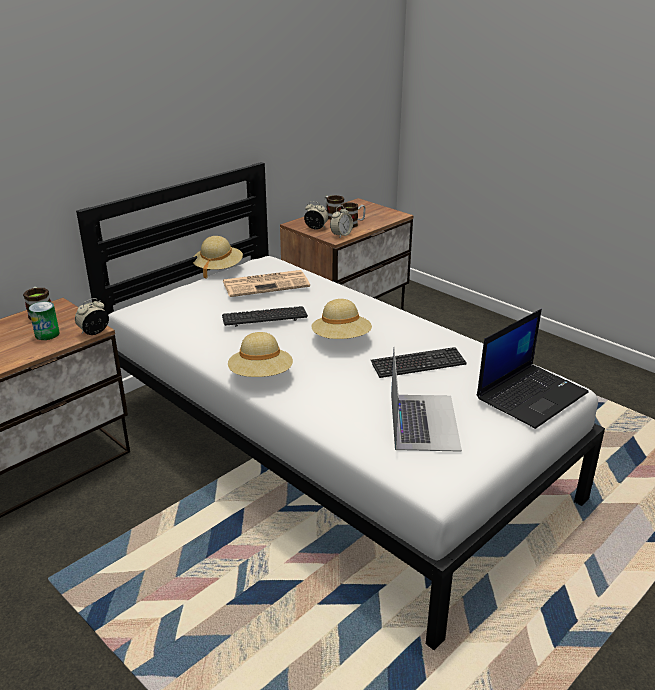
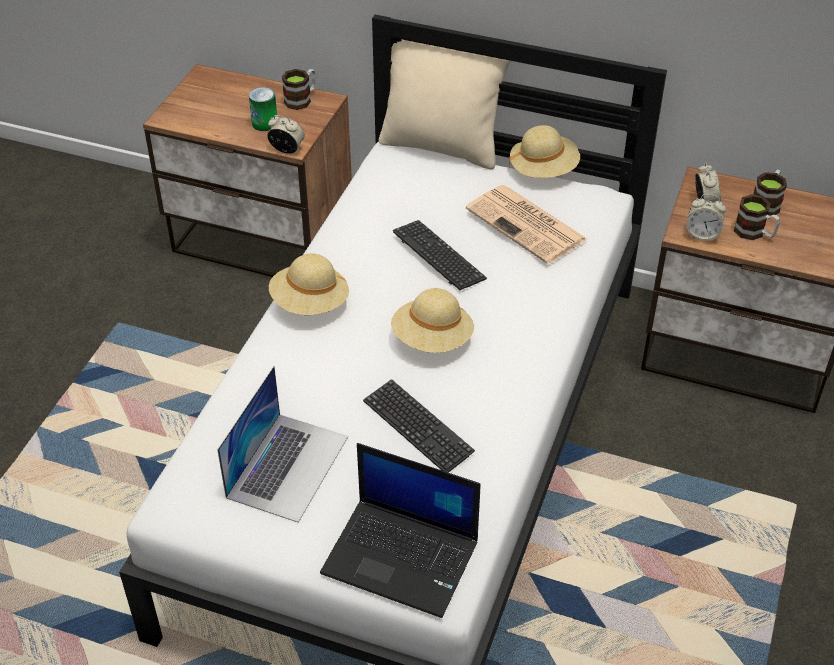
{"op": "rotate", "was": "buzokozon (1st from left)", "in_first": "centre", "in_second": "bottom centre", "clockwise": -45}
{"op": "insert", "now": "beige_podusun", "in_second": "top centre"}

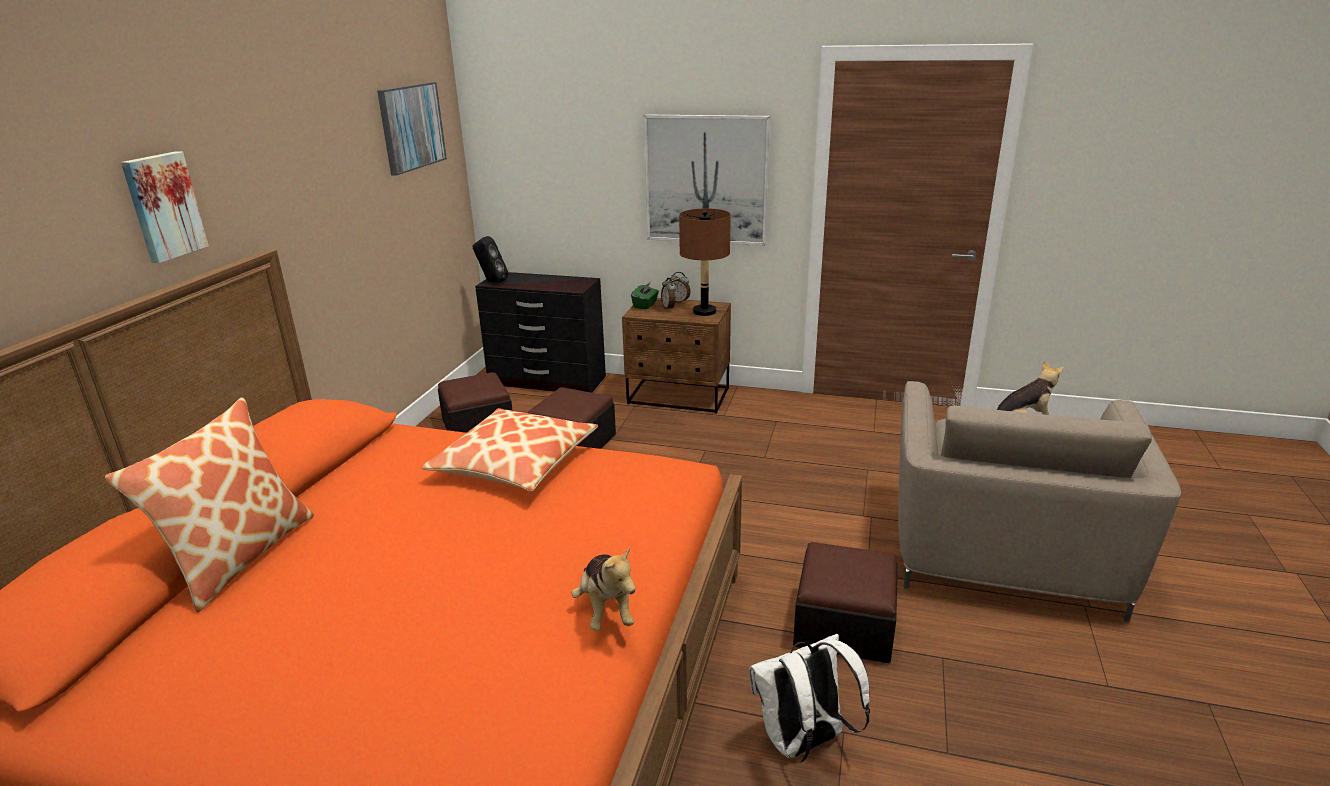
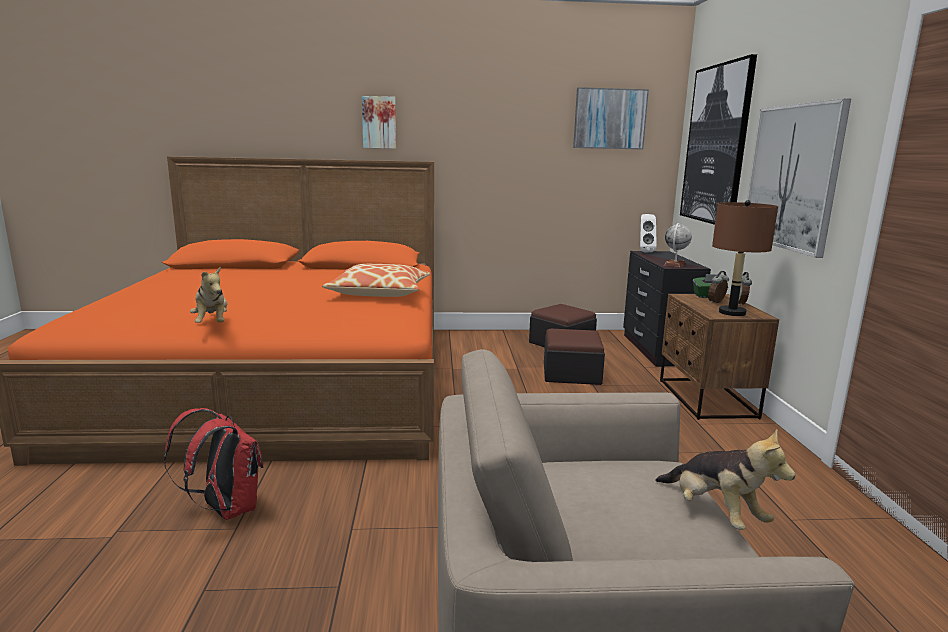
{"op": "recolor", "was": "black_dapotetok", "now": "white_dapotetok", "in_first": "top centre", "in_second": "middle right"}
{"op": "delete", "was": "podusun (1st from left)", "in_first": "middle left"}
{"op": "delete", "was": "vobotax (3rd from left)", "in_first": "bottom centre"}
{"op": "rotate", "was": "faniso (1st from left)", "in_first": "bottom centre", "in_second": "middle left", "clockwise": -75}
{"op": "recolor", "was": "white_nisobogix", "now": "red_nisobogix", "in_first": "bottom centre", "in_second": "bottom left"}
{"op": "insert", "now": "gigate (3rd from left)", "in_second": "top right"}
{"op": "insert", "now": "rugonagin", "in_second": "middle right"}

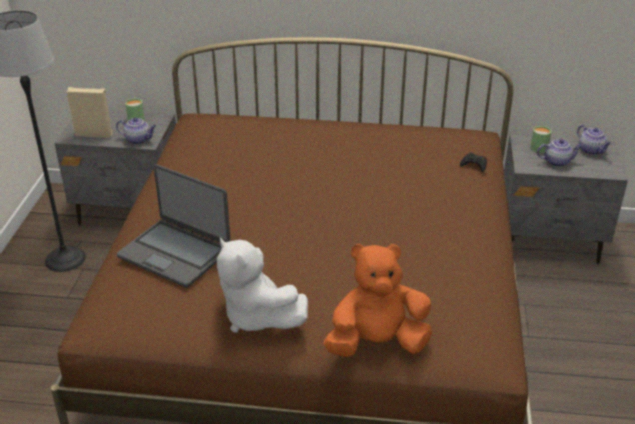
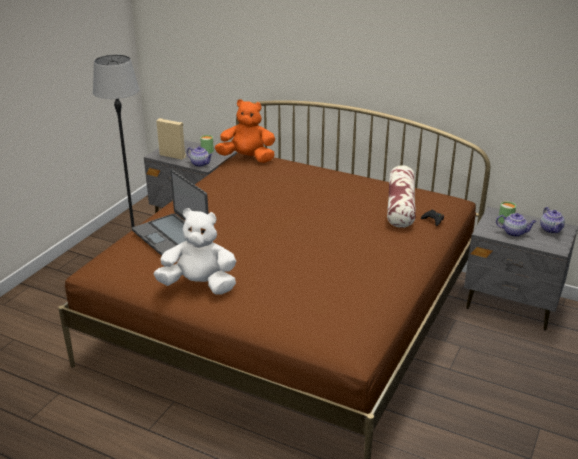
{"op": "rotate", "was": "white_faniso", "in_first": "bottom centre", "in_second": "centre", "clockwise": 120}
{"op": "move", "was": "orange_faniso", "in_first": "bottom centre", "in_second": "top centre"}
{"op": "insert", "now": "podusun", "in_second": "middle right"}

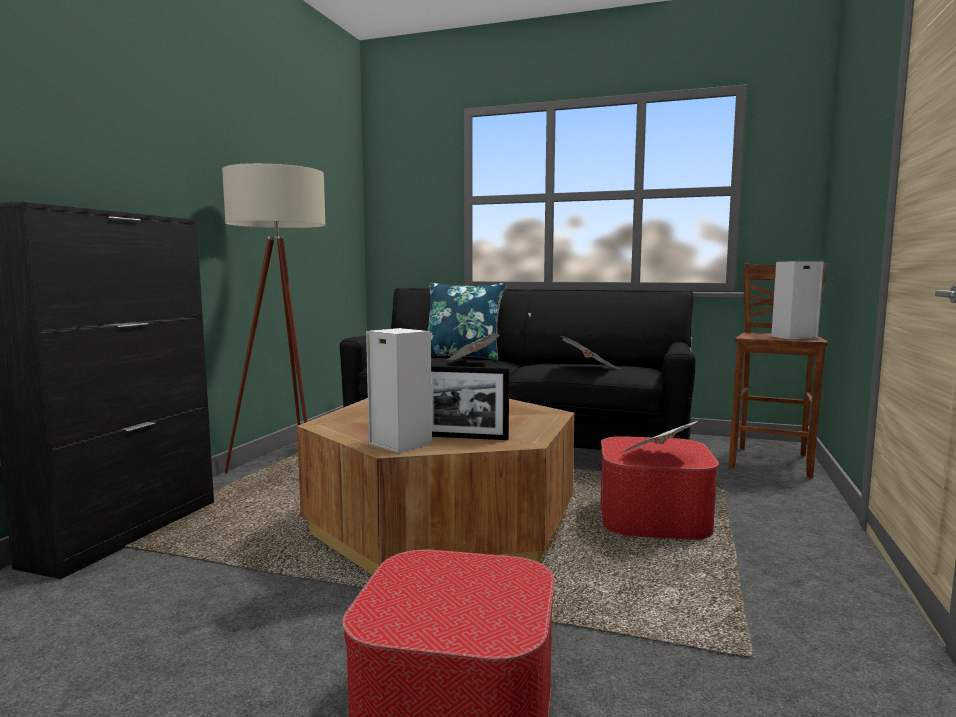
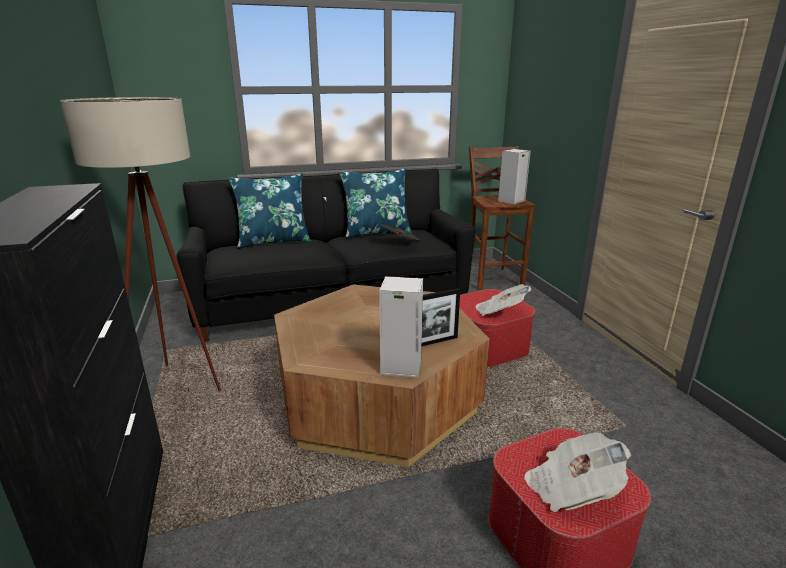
{"op": "move", "was": "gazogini (1st from left in the first image)", "now": "gazogini (3rd from left)", "in_first": "centre", "in_second": "bottom right"}
{"op": "insert", "now": "blue_podusun (2nd from left)", "in_second": "centre"}

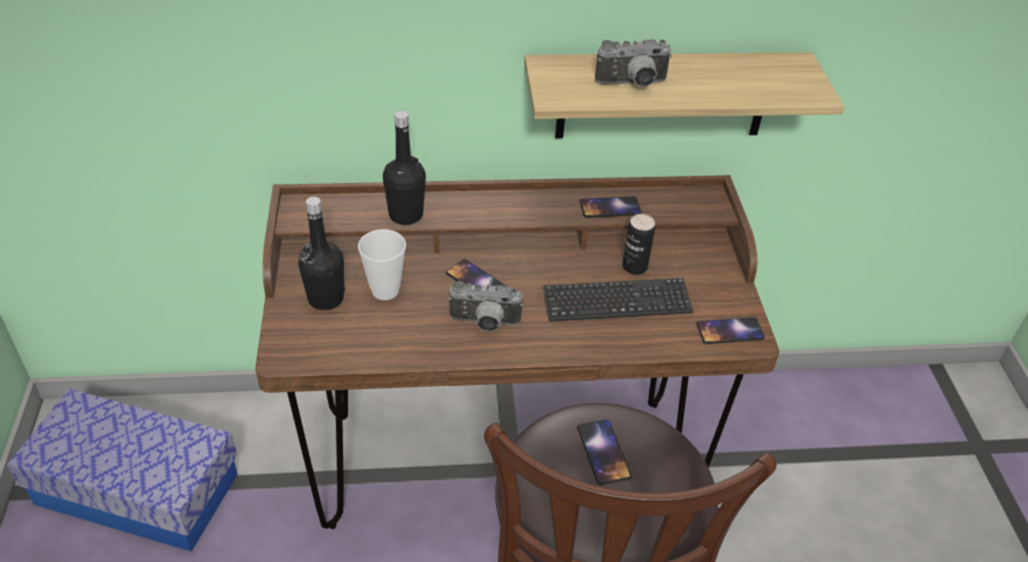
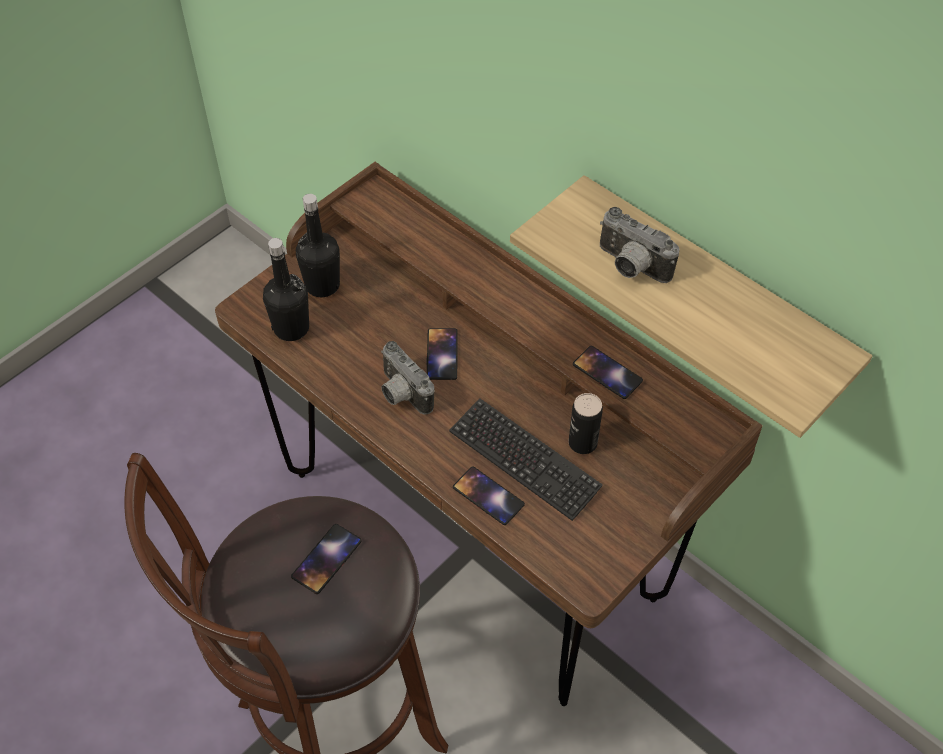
{"op": "move", "was": "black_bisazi (2nd from left in the first image)", "now": "black_bisazi (1st from left)", "in_first": "top centre", "in_second": "middle left"}
{"op": "delete", "was": "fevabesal", "in_first": "centre"}
{"op": "move", "was": "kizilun (4th from left in the first image)", "now": "kizilun (3rd from left)", "in_first": "middle right", "in_second": "centre"}
{"op": "delete", "was": "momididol", "in_first": "bottom left"}

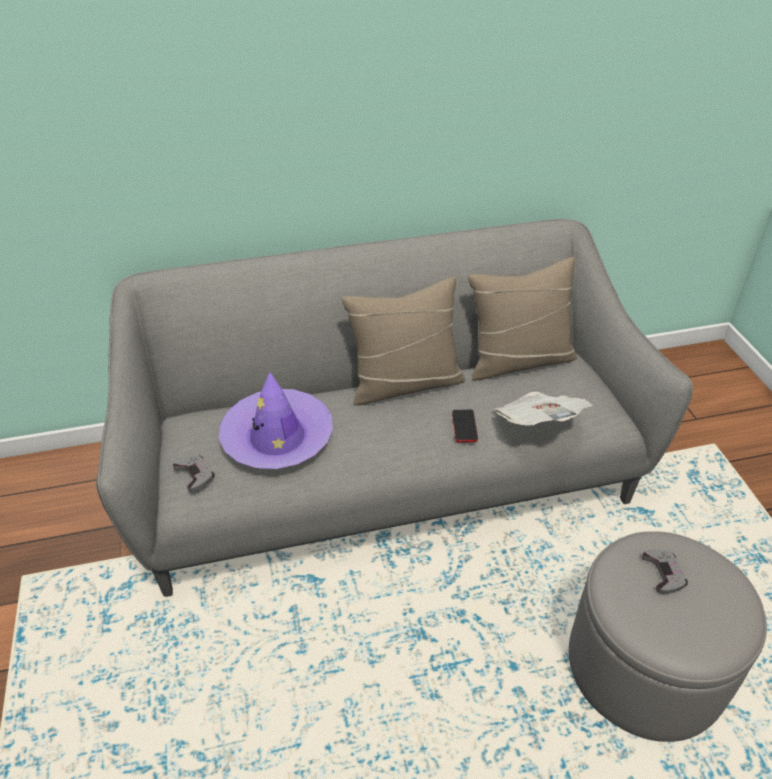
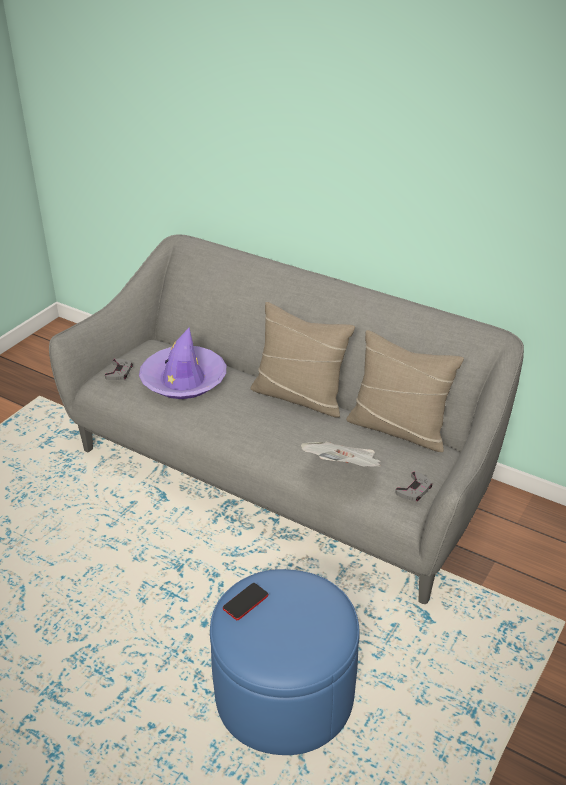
{"op": "move", "was": "kizilun", "in_first": "centre", "in_second": "bottom centre"}
{"op": "recolor", "was": "grey_vobotax", "now": "blue_vobotax", "in_first": "bottom right", "in_second": "bottom centre"}
{"op": "move", "was": "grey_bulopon (2nd from left)", "in_first": "bottom right", "in_second": "middle right"}

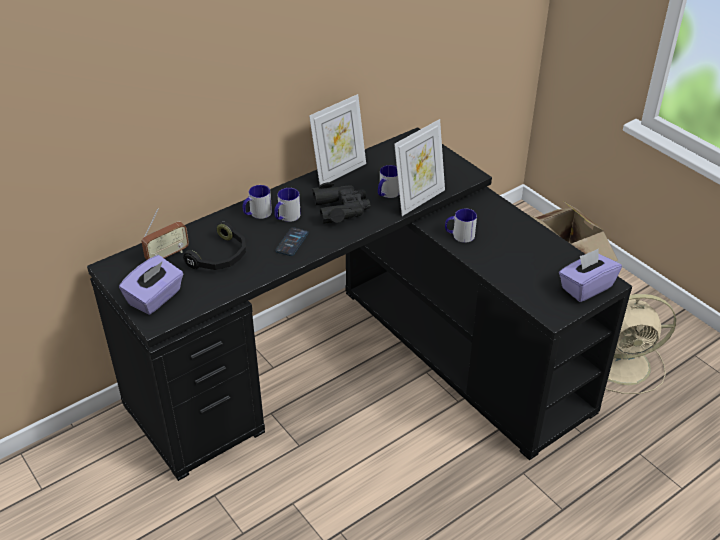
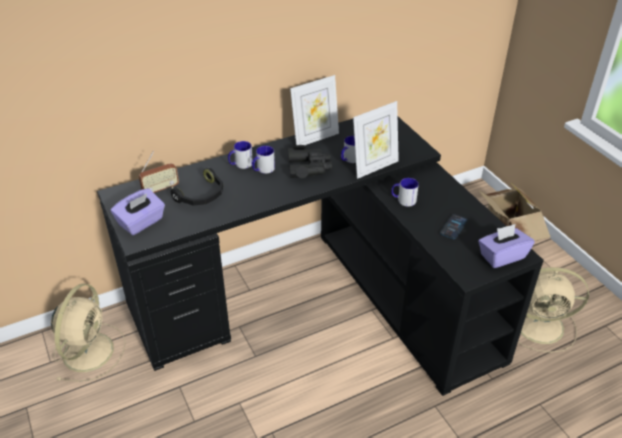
{"op": "move", "was": "kizilun", "in_first": "centre", "in_second": "middle right"}
{"op": "insert", "now": "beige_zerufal (1st from left)", "in_second": "bottom left"}

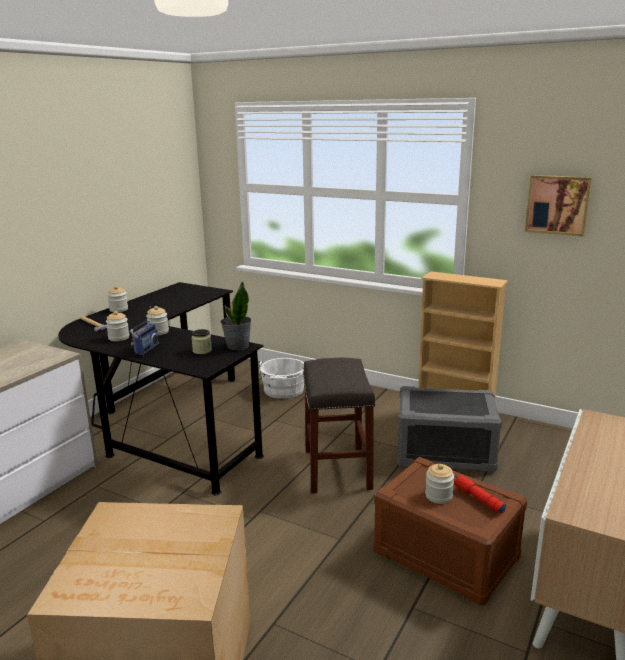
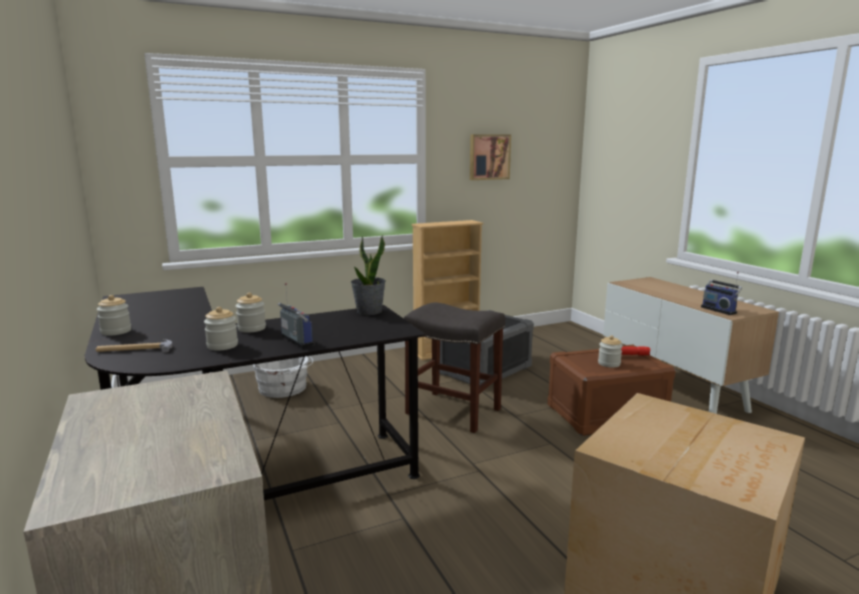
{"op": "delete", "was": "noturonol (4th from left)", "in_first": "middle left"}
{"op": "insert", "now": "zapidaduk (2nd from left)", "in_second": "middle right"}

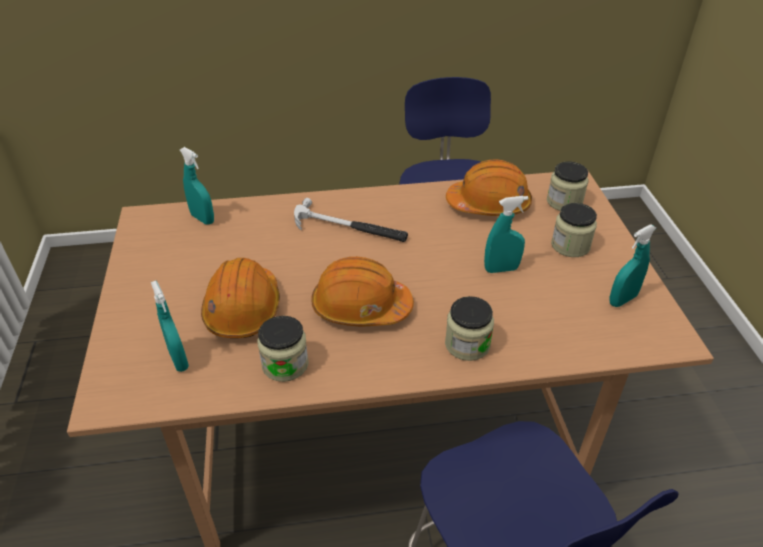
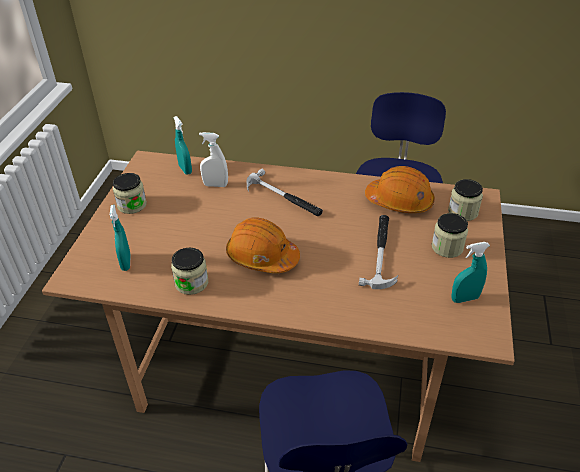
{"op": "replace", "was": "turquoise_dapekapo (3rd from left)", "now": "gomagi (2nd from left)", "in_first": "centre", "in_second": "centre"}
{"op": "delete", "was": "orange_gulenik (1st from left)", "in_first": "middle left"}
{"op": "move", "was": "noturonol (2nd from left in the first image)", "now": "noturonol (1st from left)", "in_first": "centre", "in_second": "middle left"}
{"op": "insert", "now": "white_dapekapo", "in_second": "centre"}

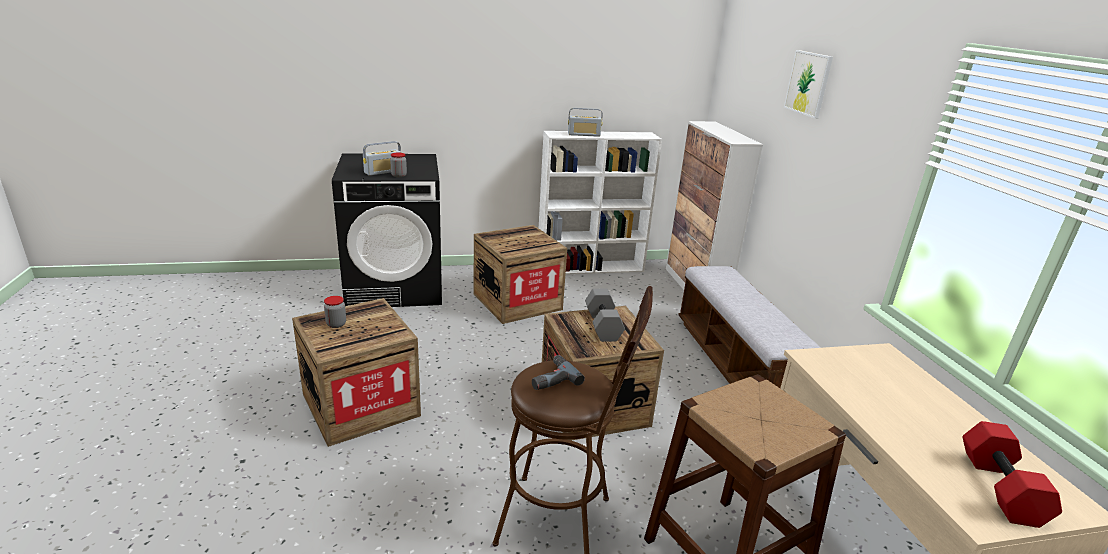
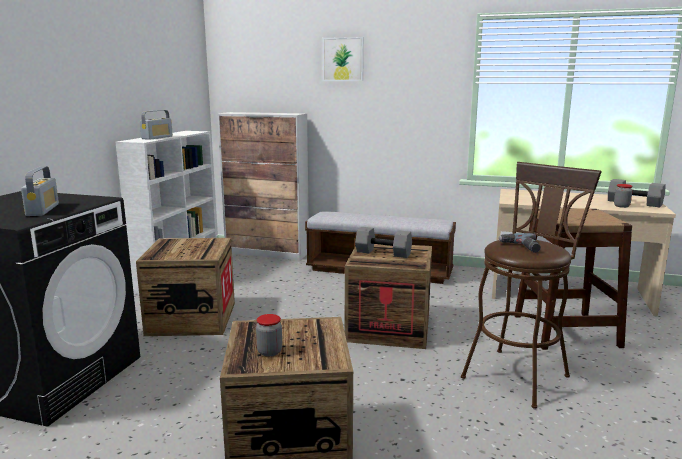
{"op": "move", "was": "noturonol (2nd from left)", "in_first": "top centre", "in_second": "middle right"}
{"op": "recolor", "was": "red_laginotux", "now": "grey_laginotux (2nd from left)", "in_first": "bottom right", "in_second": "middle right"}

